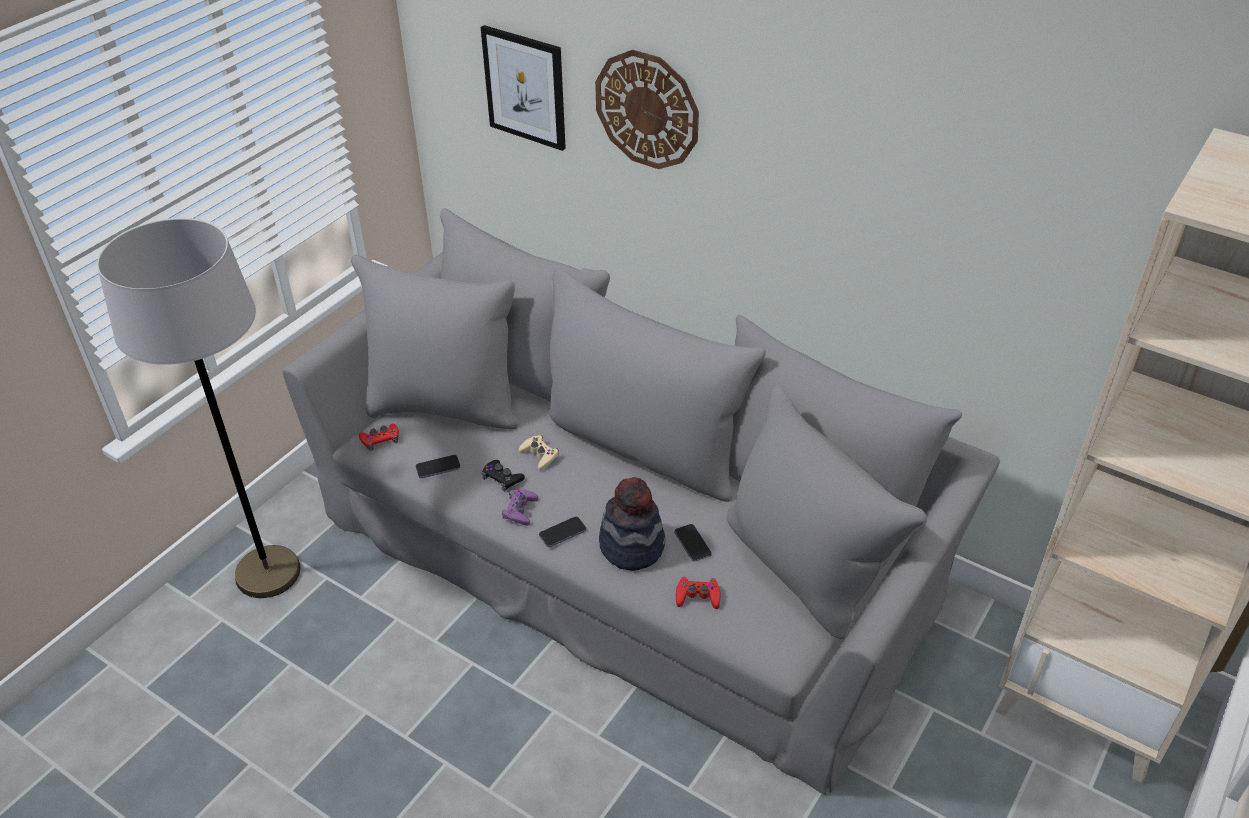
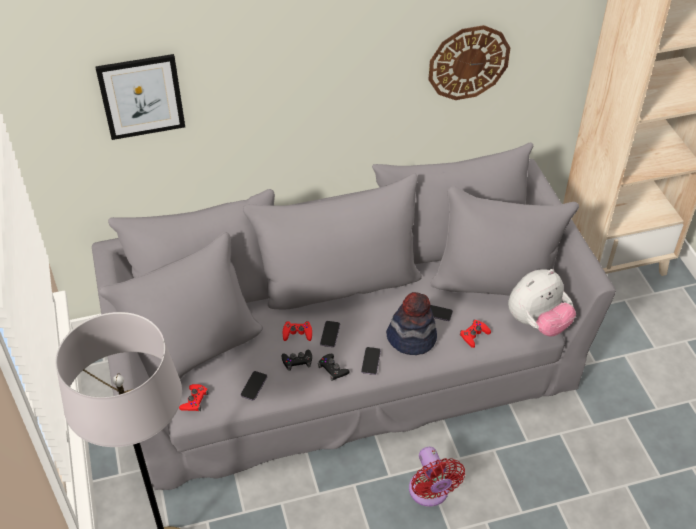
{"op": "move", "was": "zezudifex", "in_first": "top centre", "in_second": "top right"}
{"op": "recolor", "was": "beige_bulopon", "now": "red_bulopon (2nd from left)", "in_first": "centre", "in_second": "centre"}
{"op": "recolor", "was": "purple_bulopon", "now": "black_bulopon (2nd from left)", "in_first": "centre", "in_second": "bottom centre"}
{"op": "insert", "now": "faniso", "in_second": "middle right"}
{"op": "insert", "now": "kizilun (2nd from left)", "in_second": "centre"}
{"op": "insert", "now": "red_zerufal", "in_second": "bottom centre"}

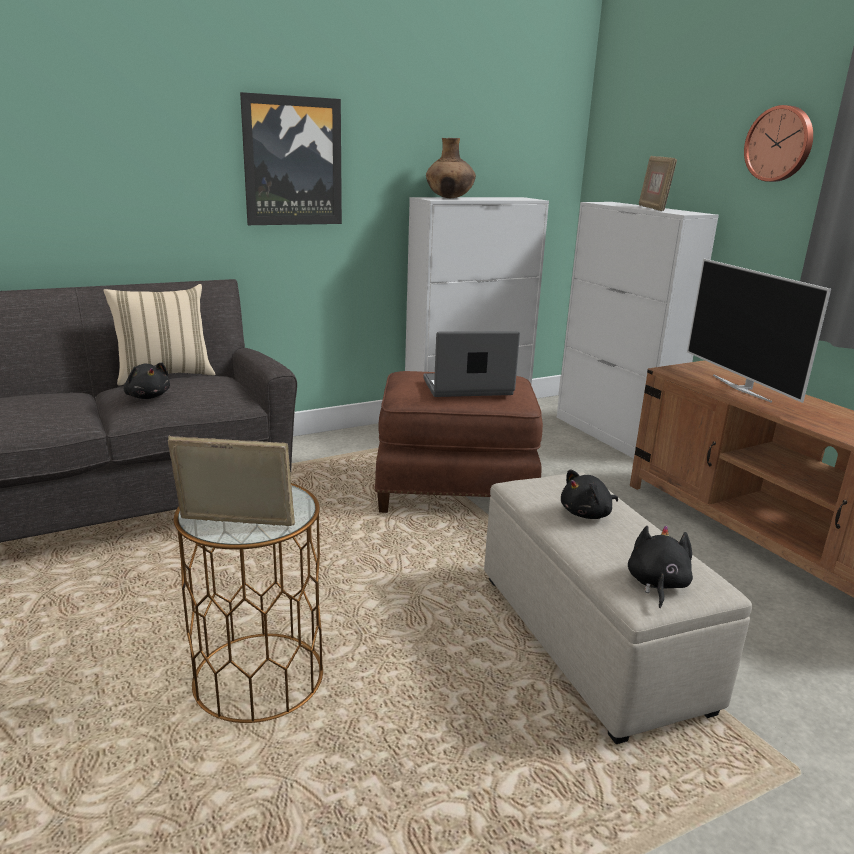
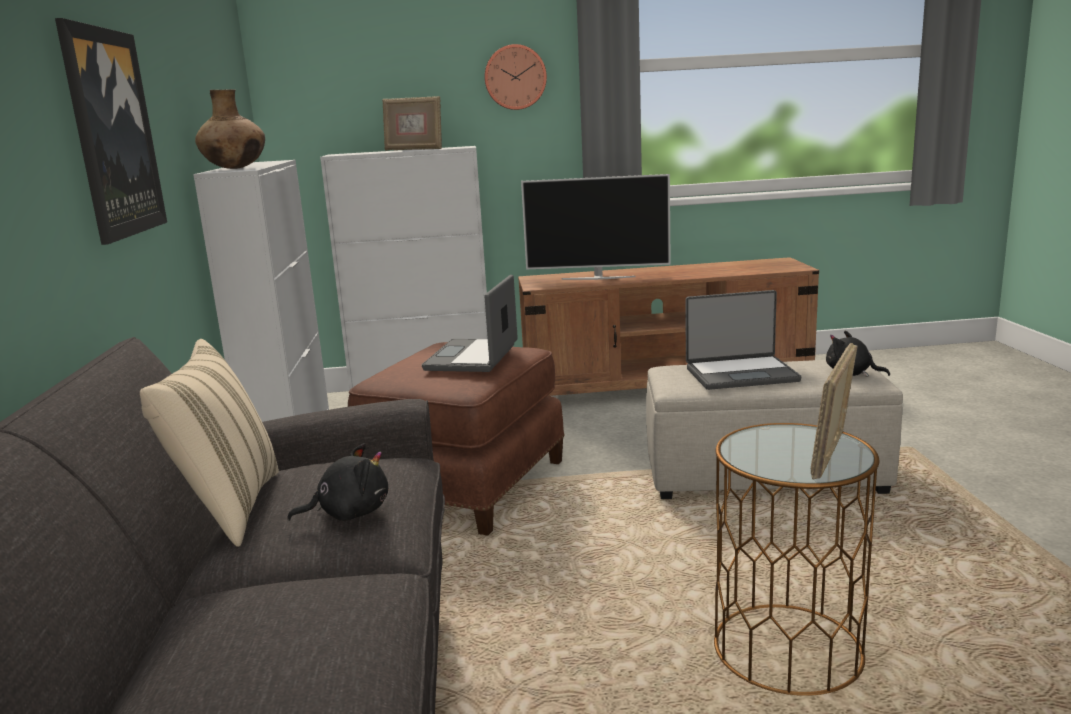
{"op": "replace", "was": "black_faniso (2nd from left)", "now": "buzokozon (2nd from left)", "in_first": "middle right", "in_second": "middle right"}

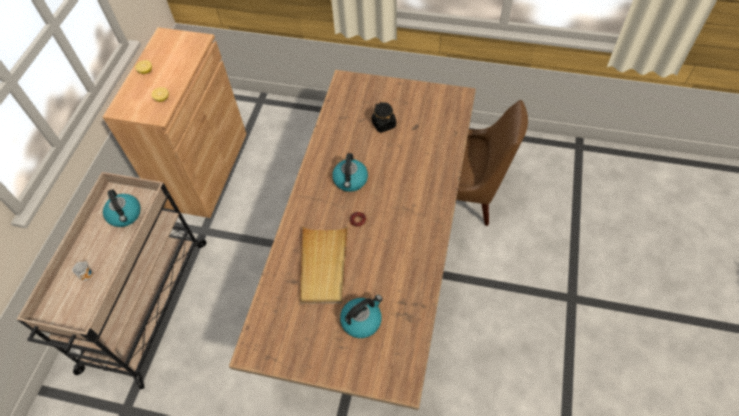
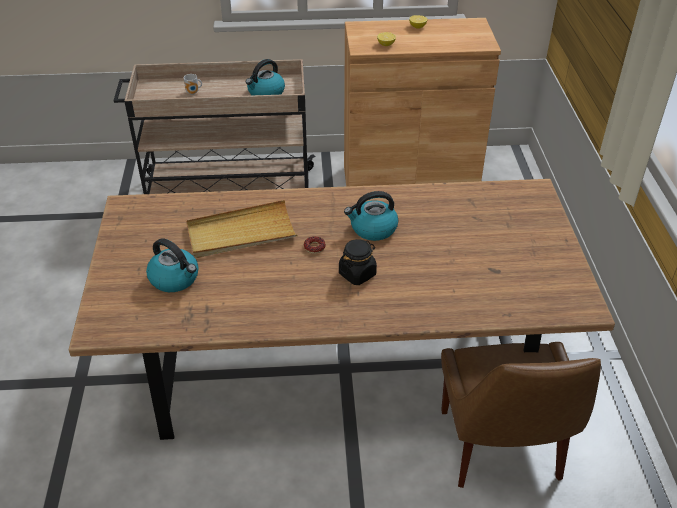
{"op": "move", "was": "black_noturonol", "in_first": "top centre", "in_second": "centre"}

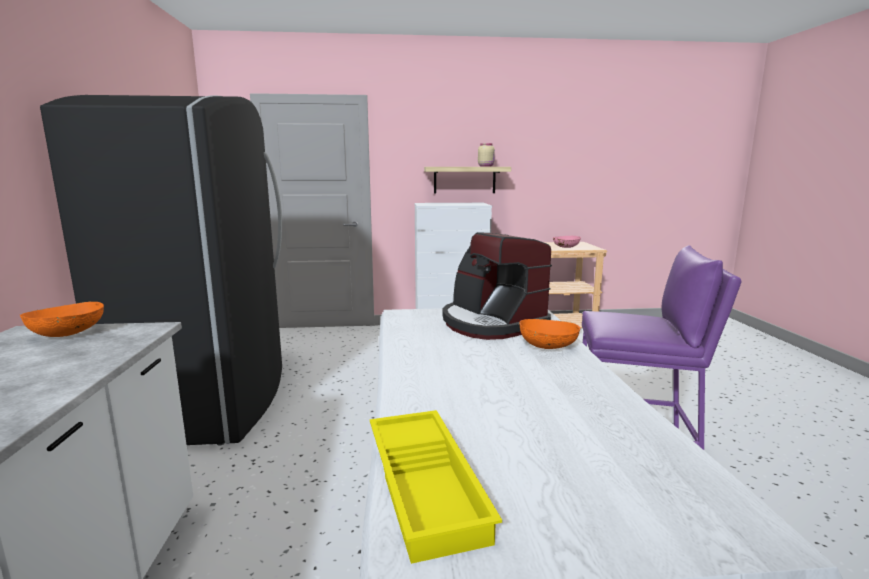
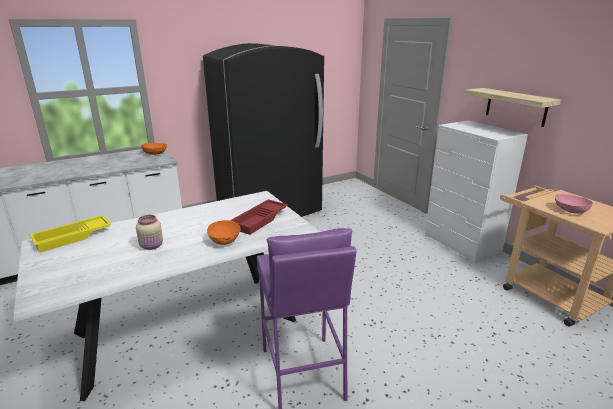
{"op": "move", "was": "beige_noturonol", "in_first": "top centre", "in_second": "middle left"}
{"op": "replace", "was": "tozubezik", "now": "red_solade", "in_first": "centre", "in_second": "centre"}

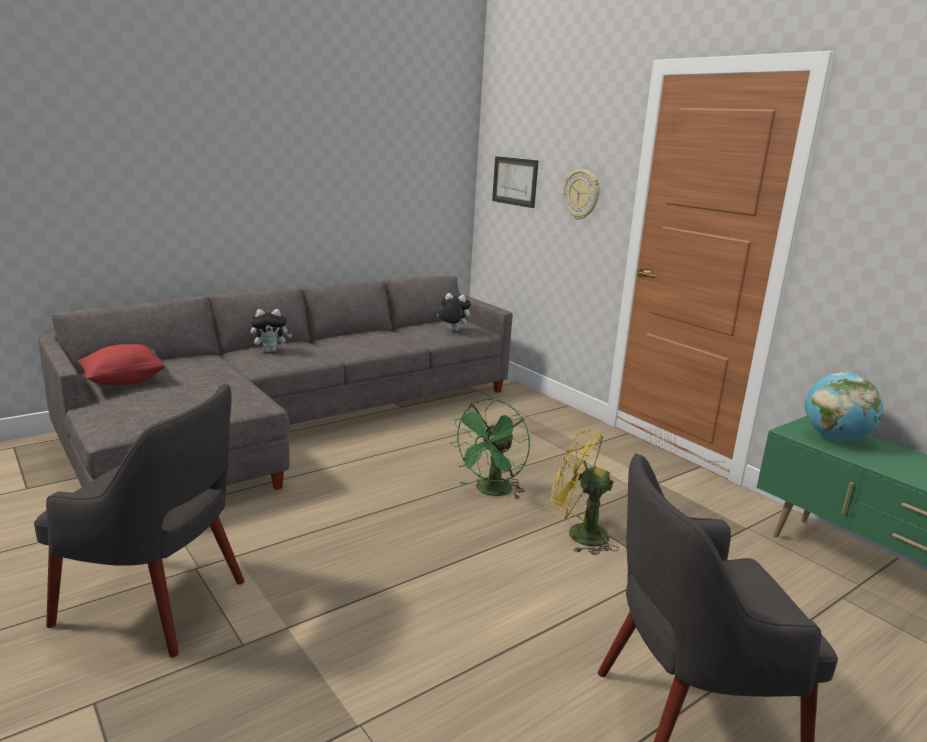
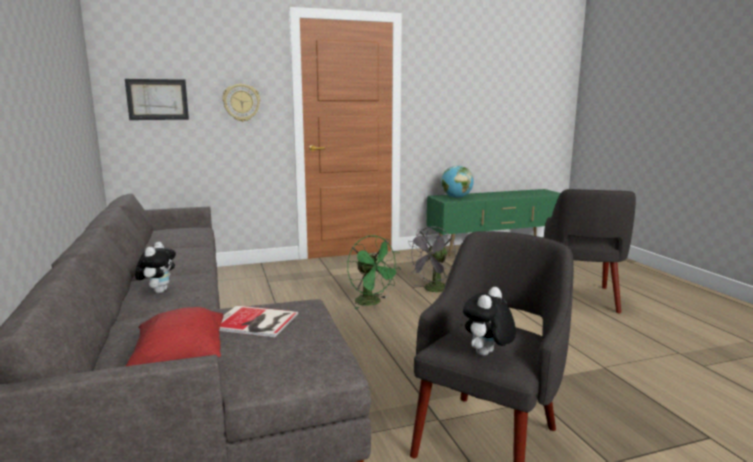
{"op": "move", "was": "faniso (2nd from left)", "in_first": "centre", "in_second": "bottom centre"}
{"op": "recolor", "was": "yellow_zerufal", "now": "grey_zerufal", "in_first": "centre", "in_second": "centre"}
{"op": "insert", "now": "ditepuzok", "in_second": "bottom centre"}

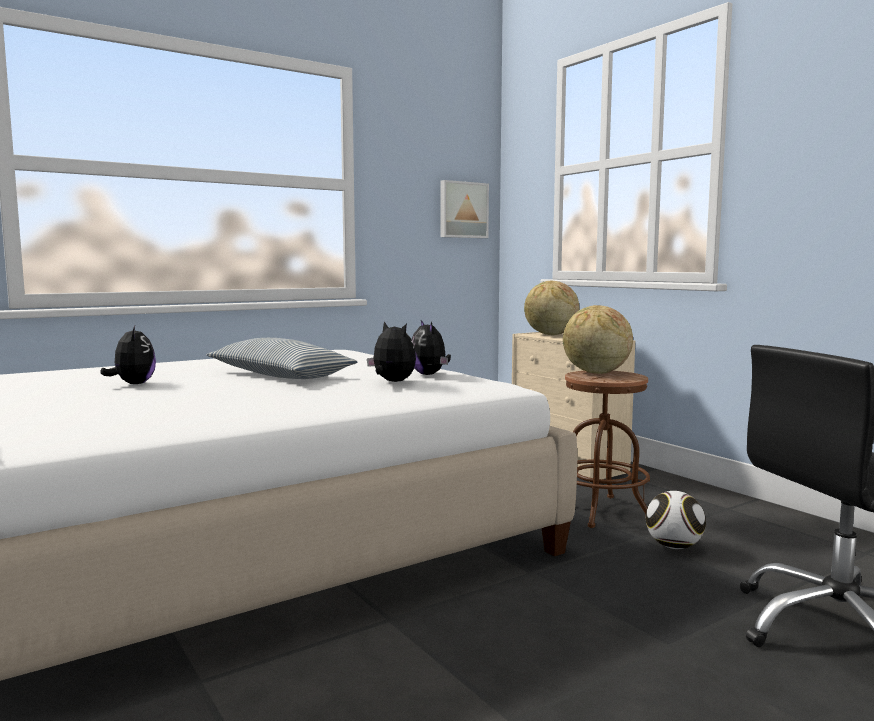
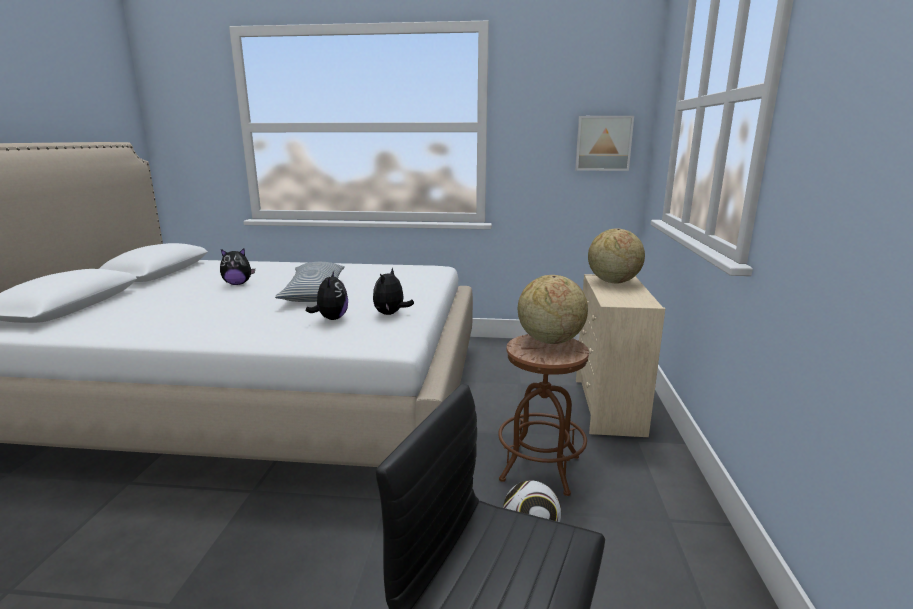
{"op": "rotate", "was": "faniso (1st from left)", "in_first": "middle left", "in_second": "middle left", "clockwise": 60}

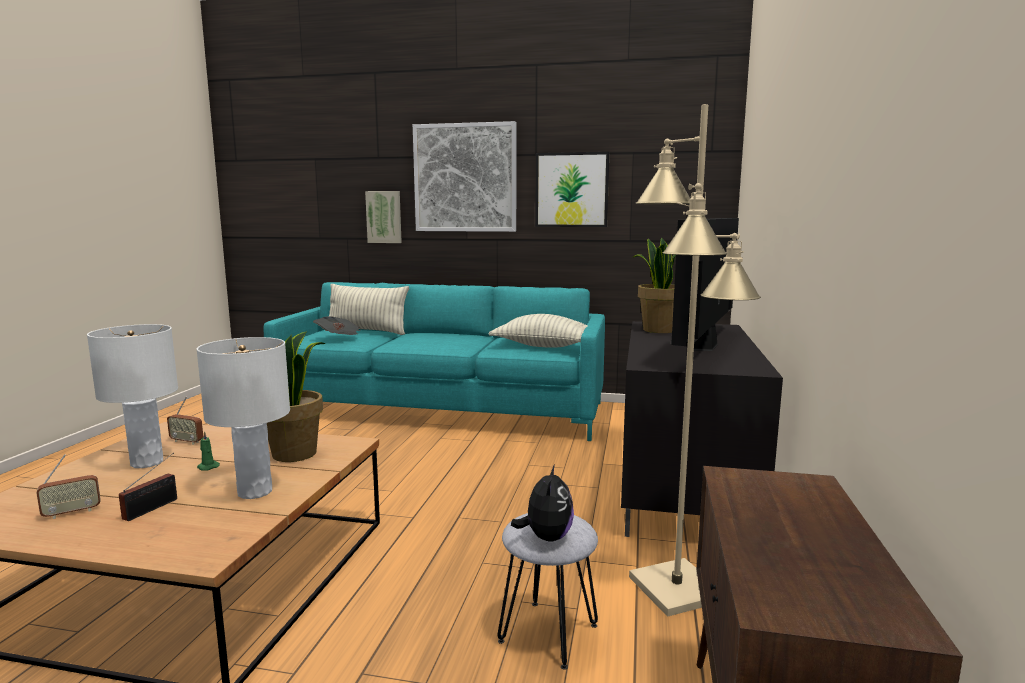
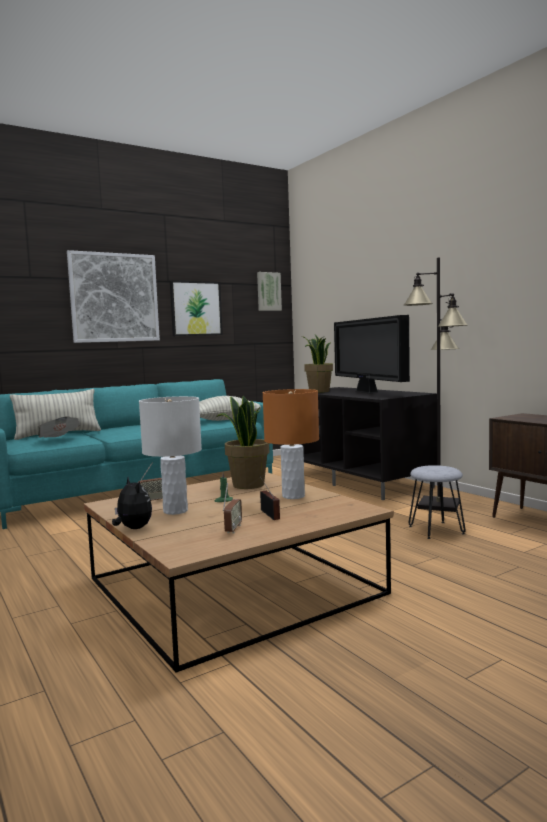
{"op": "recolor", "was": "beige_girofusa", "now": "black_girofusa", "in_first": "middle right", "in_second": "middle right"}
{"op": "move", "was": "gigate (1st from left in the first image)", "now": "gigate (3rd from left)", "in_first": "top centre", "in_second": "centre"}
{"op": "recolor", "was": "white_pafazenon (2nd from left)", "now": "orange_pafazenon", "in_first": "middle left", "in_second": "centre"}
{"op": "move", "was": "faniso", "in_first": "bottom centre", "in_second": "middle left"}

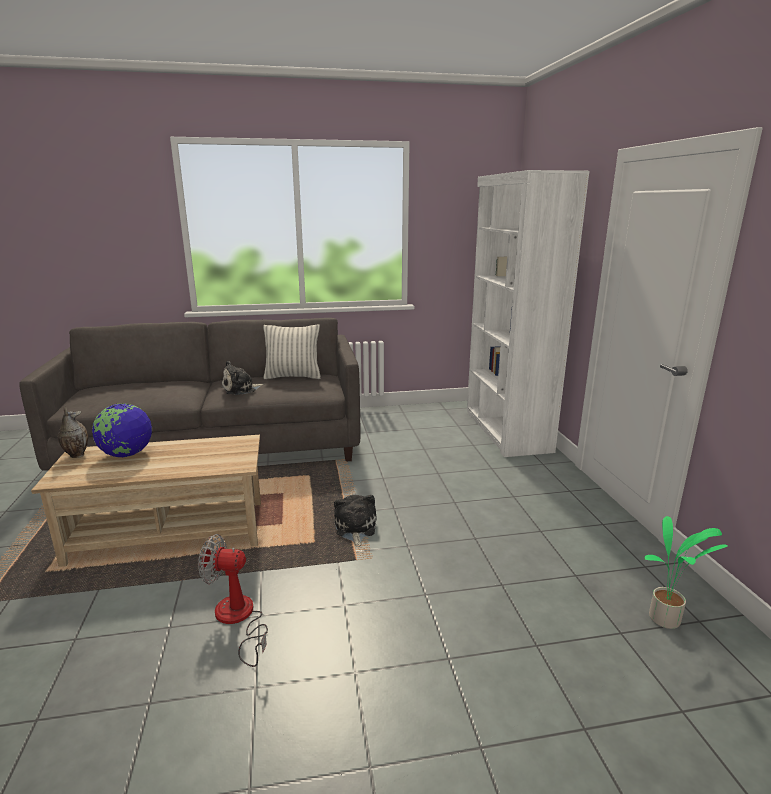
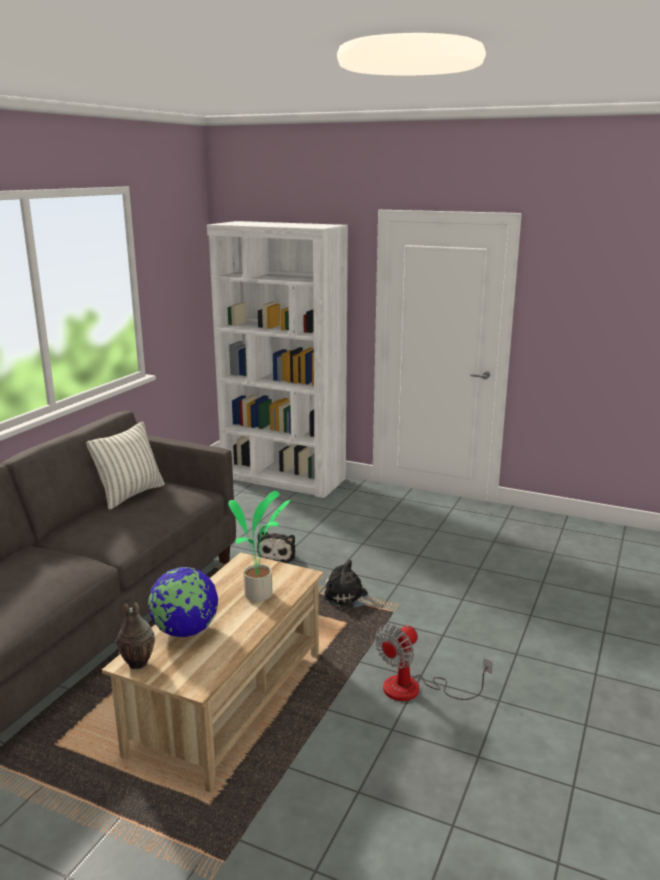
{"op": "move", "was": "faniso (1st from left)", "in_first": "middle left", "in_second": "centre"}
{"op": "move", "was": "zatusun", "in_first": "bottom right", "in_second": "centre"}

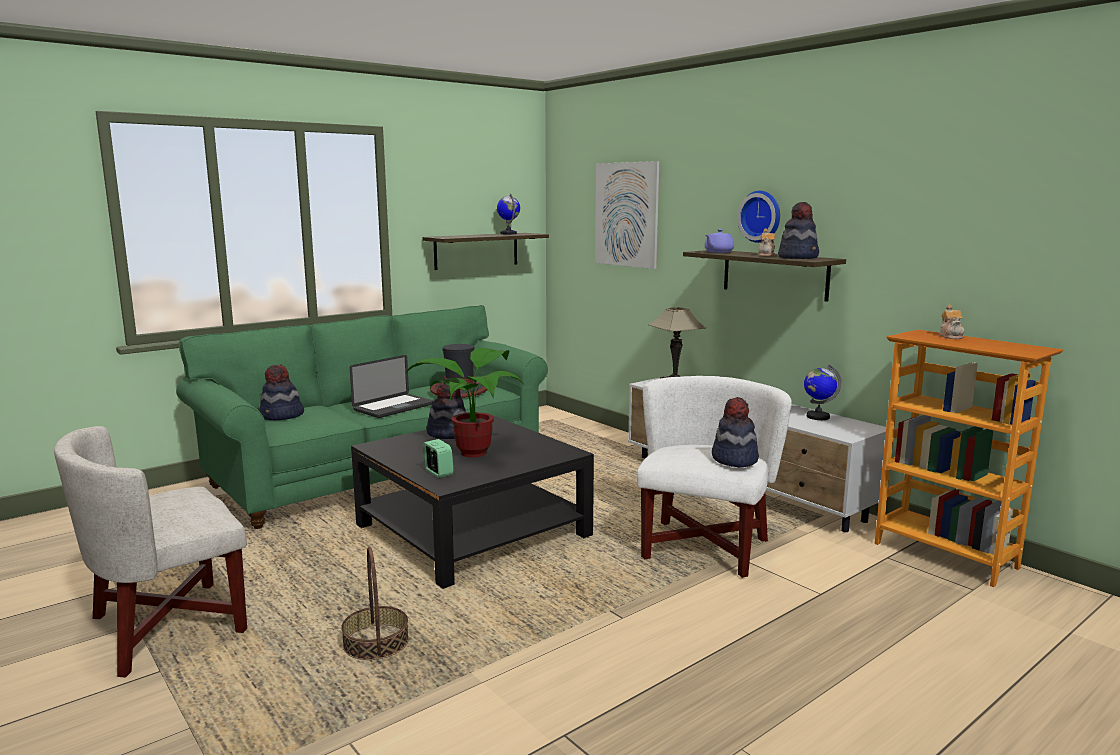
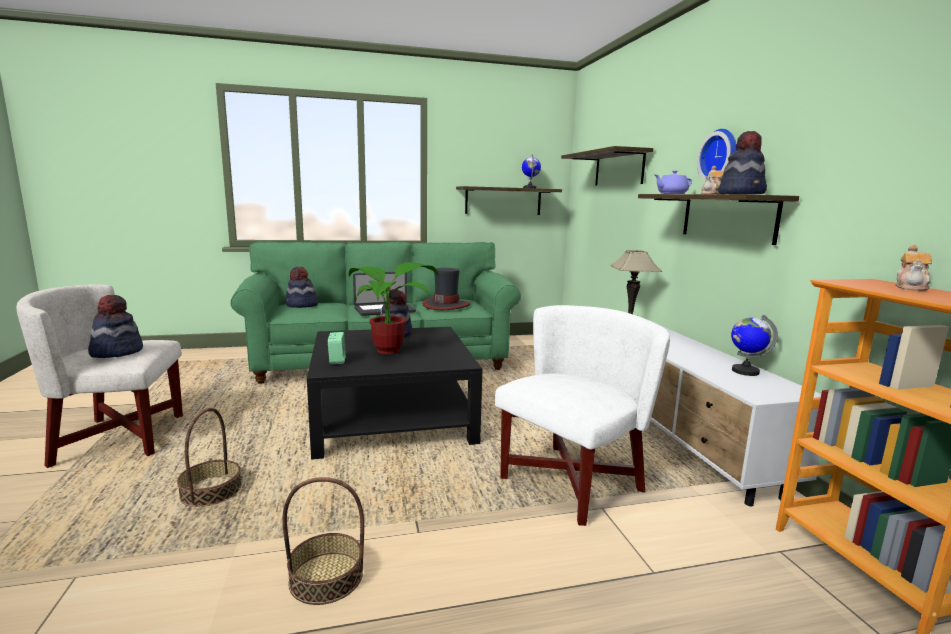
{"op": "replace", "was": "gigate", "now": "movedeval (2nd from left)", "in_first": "top centre", "in_second": "top centre"}
{"op": "move", "was": "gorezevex (4th from left in the first image)", "now": "gorezevex (1st from left)", "in_first": "centre", "in_second": "middle left"}
{"op": "insert", "now": "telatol (2nd from left)", "in_second": "bottom centre"}

